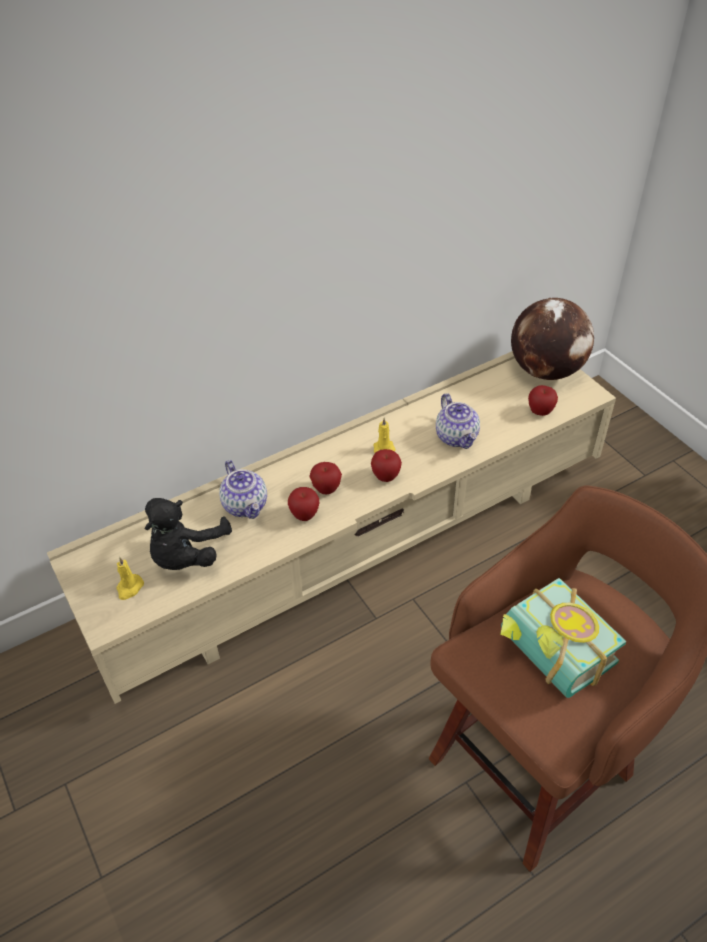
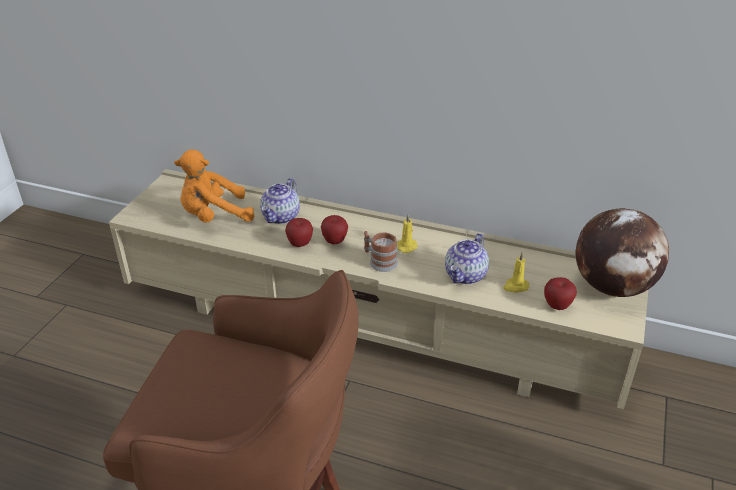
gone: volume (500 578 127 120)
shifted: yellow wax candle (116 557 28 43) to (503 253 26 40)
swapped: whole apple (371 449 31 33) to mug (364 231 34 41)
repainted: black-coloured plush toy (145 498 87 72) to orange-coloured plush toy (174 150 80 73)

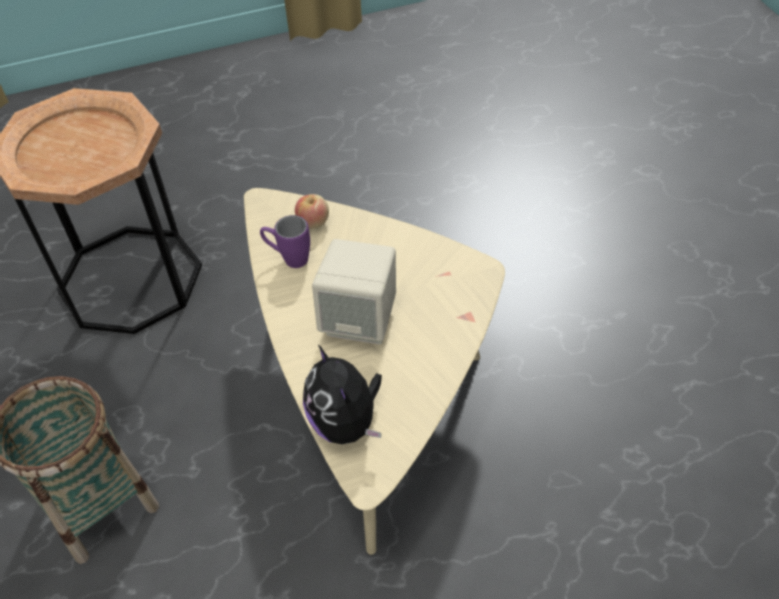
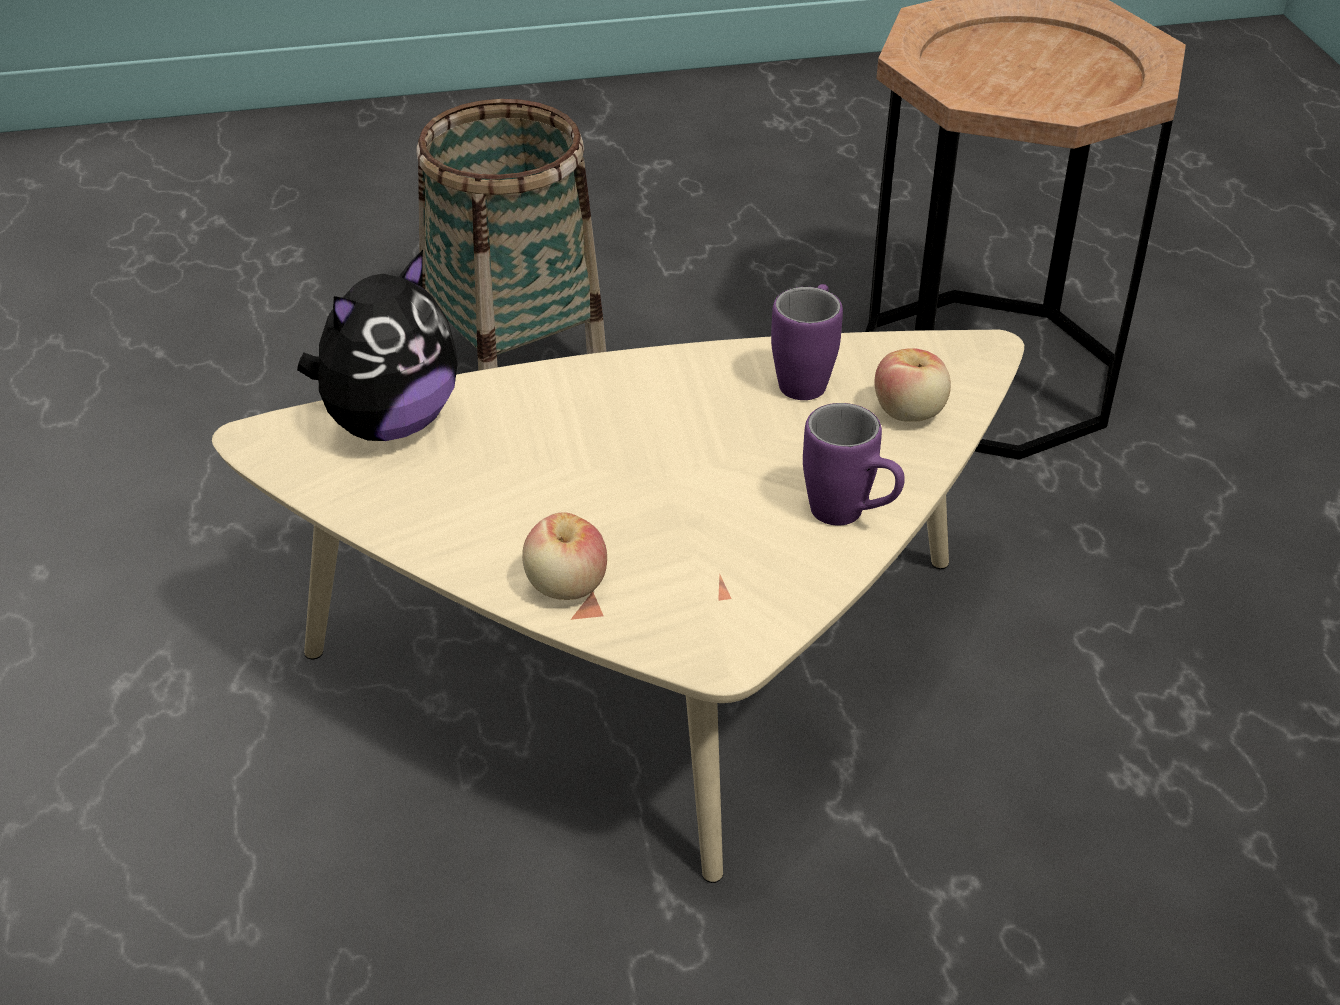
gone: beige audio speaker (312 239 84 105)
new: whole apple (522 512 85 88); purplish mug (803 403 102 123)
rotated: plush toy (303 345 79 99) = (297 250 161 191) 150 degrees clockwise

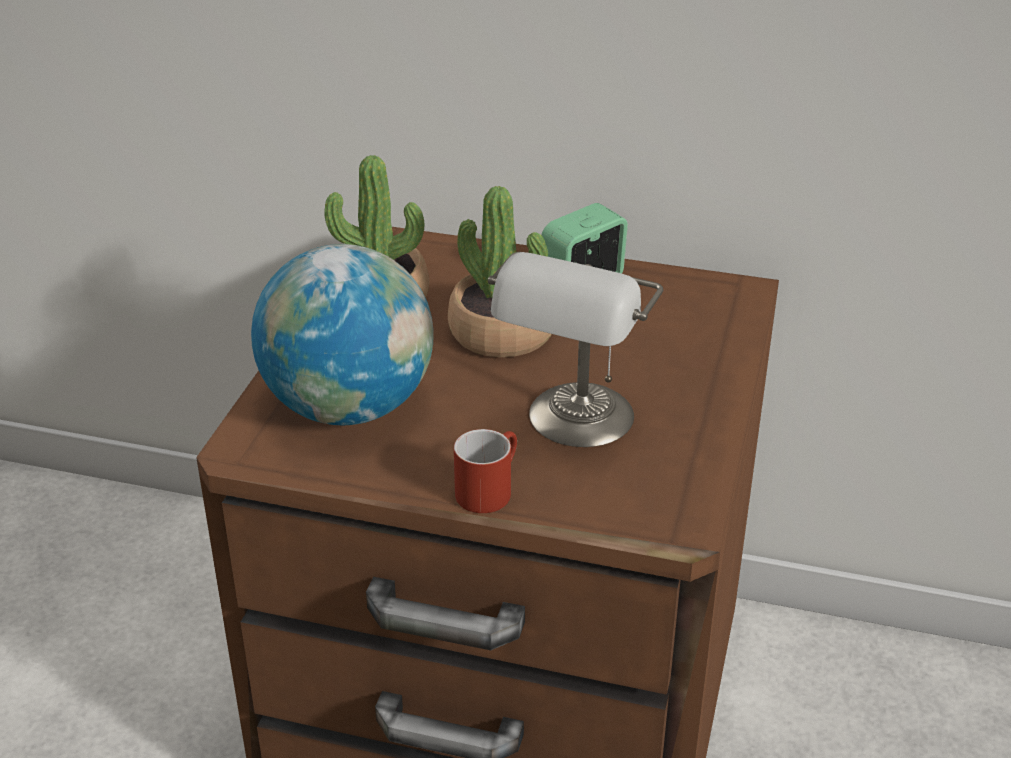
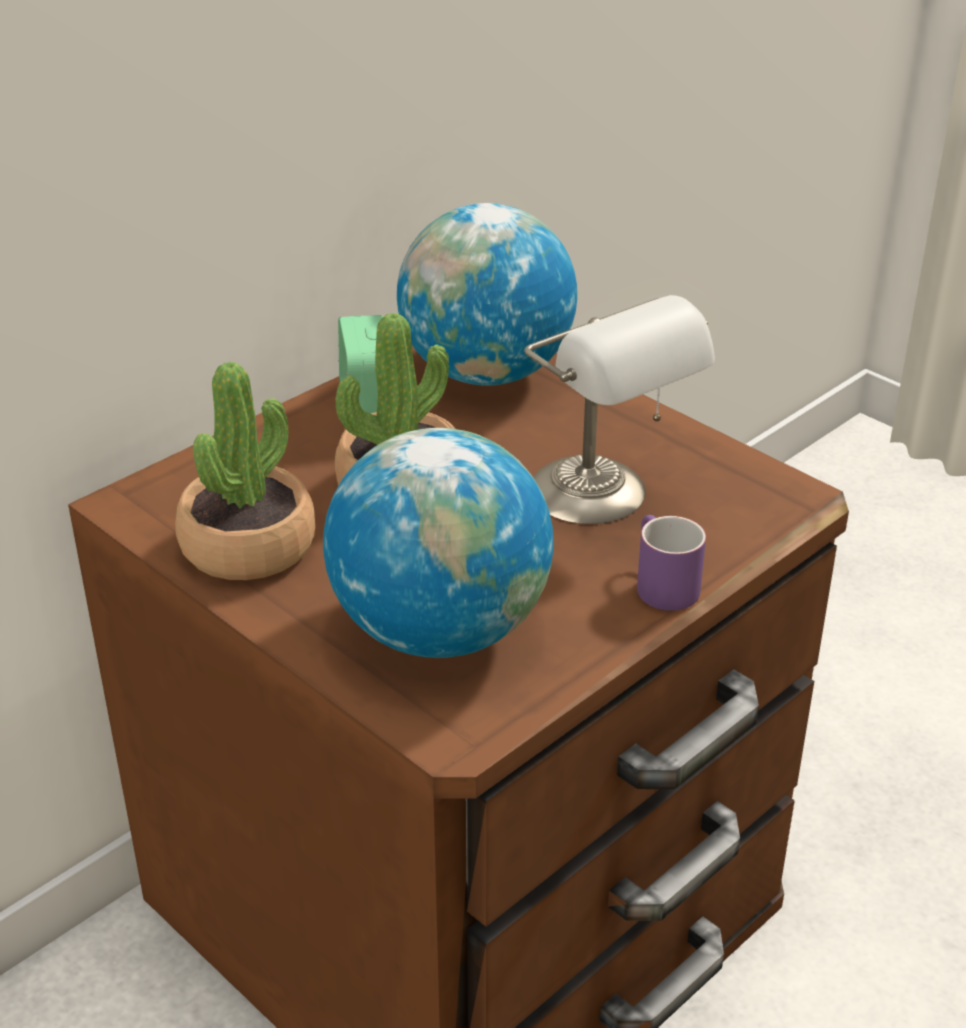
new: world globe (397 203 180 183)
repainted: reddish mug (454 429 63 84) to purplish mug (637 515 69 96)

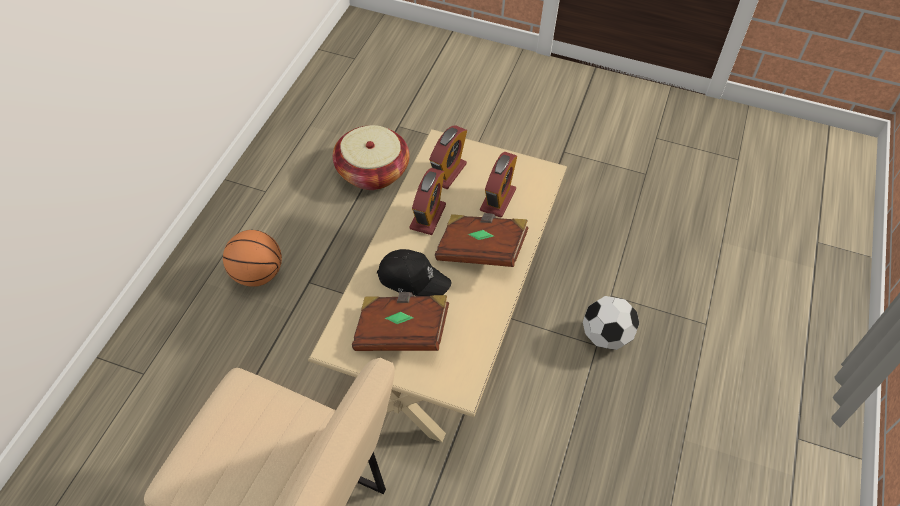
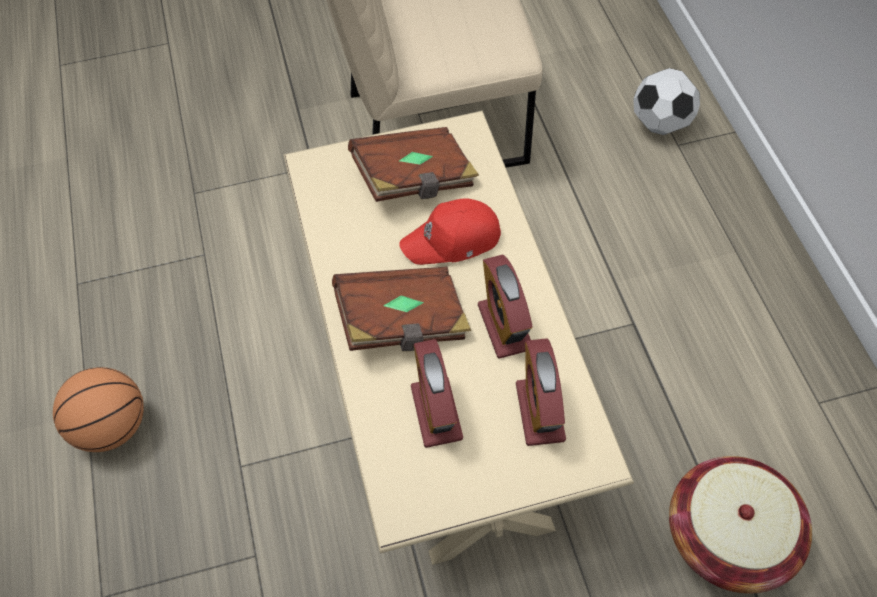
shifted: basketball (223 230 59 57) to (53 367 91 85); football (583 296 56 54) to (633 68 67 67)
repainted: black-coloured peaked cap (377 249 74 47) to reddish peaked cap (399 199 102 66)

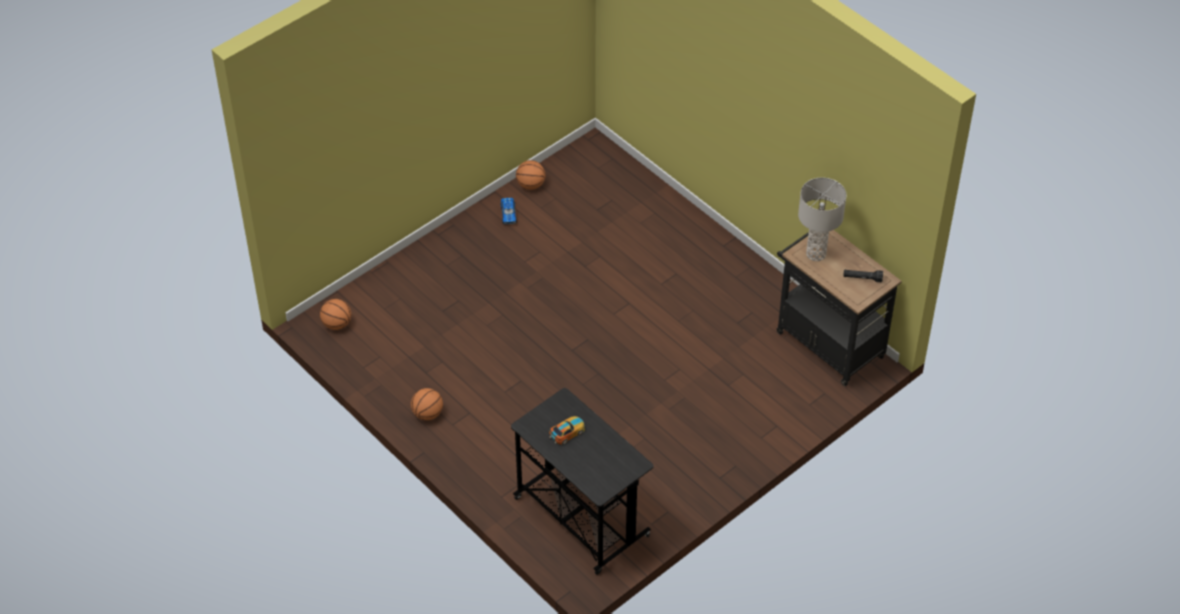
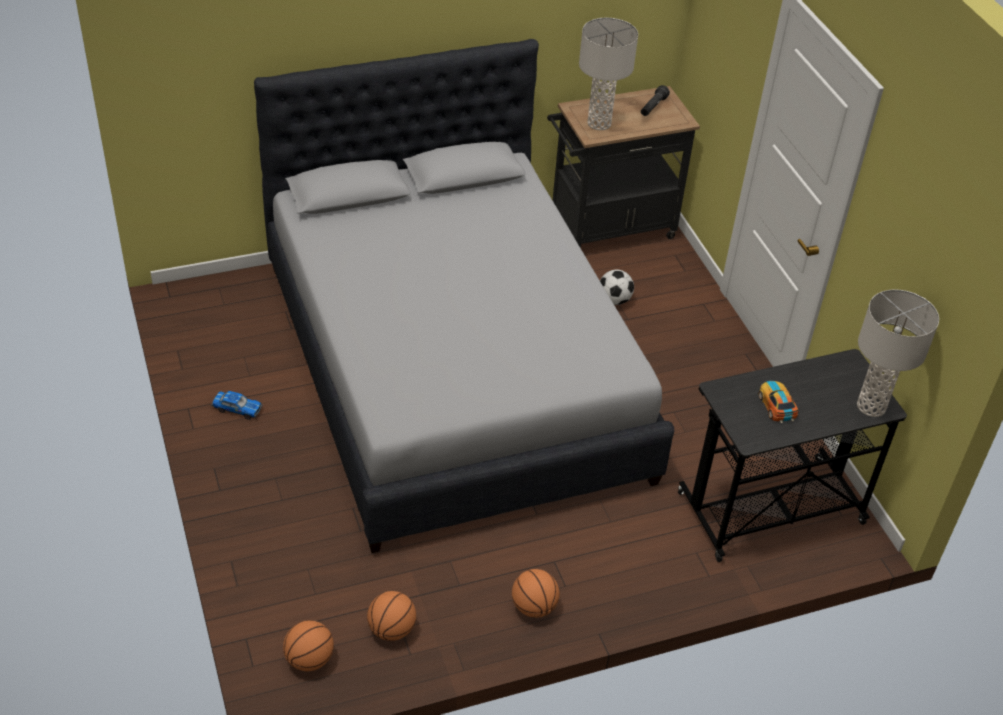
new: grey sleeping bed (254 39 420 514); football (600 270 34 35); white-coloured table lamp (857 290 82 127)
shifted: basketball (516 160 30 30) to (367 591 49 50)

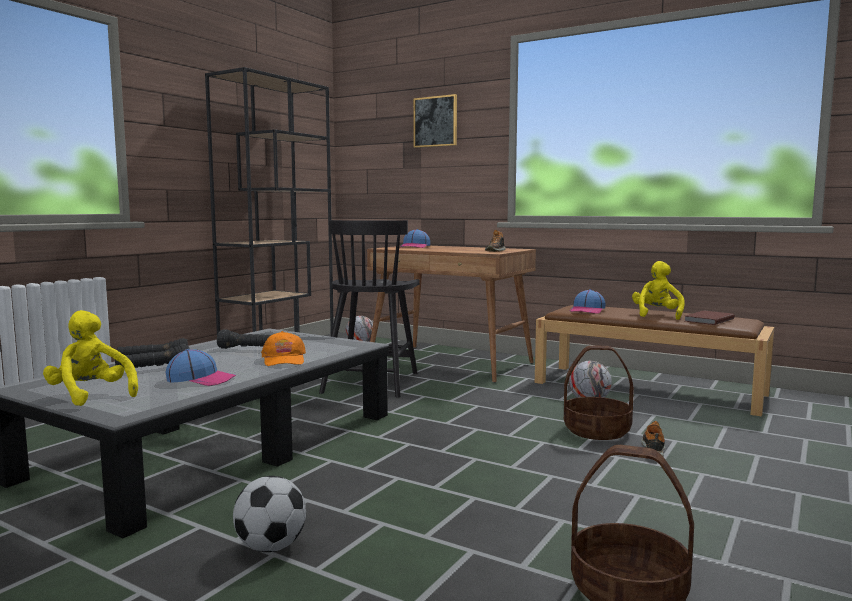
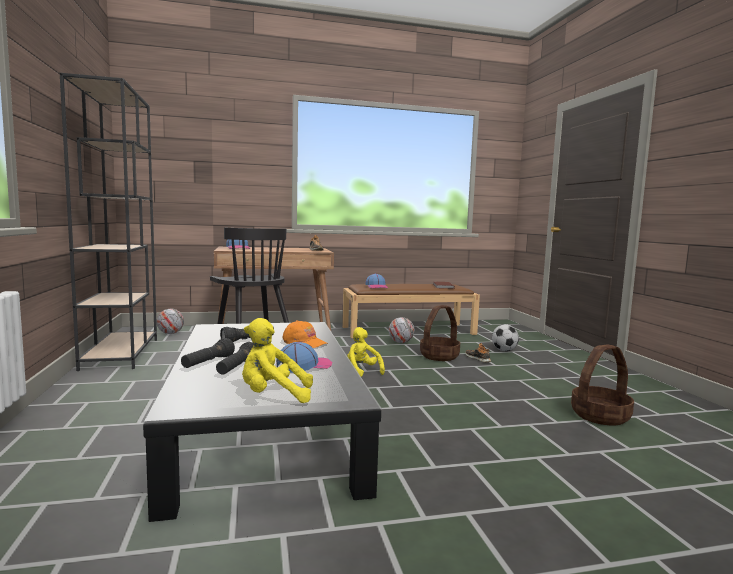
gone: wall picture (413 94 44 54)
shifted: yellow plush toy (632 261 53 59) to (347 327 38 50); football (233 476 73 76) to (492 324 27 27)

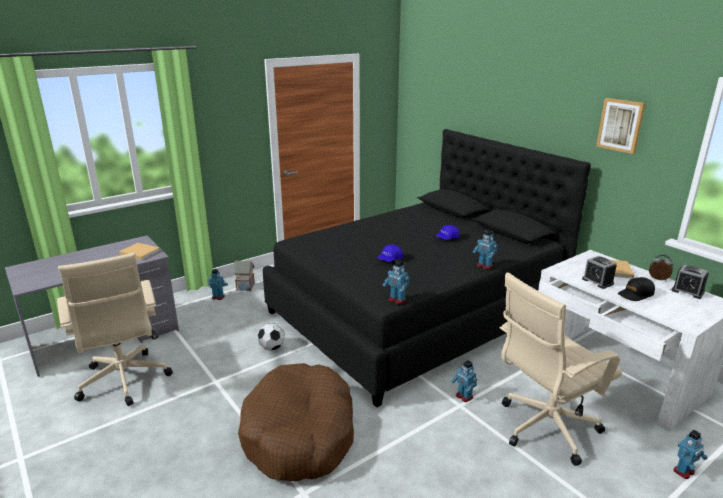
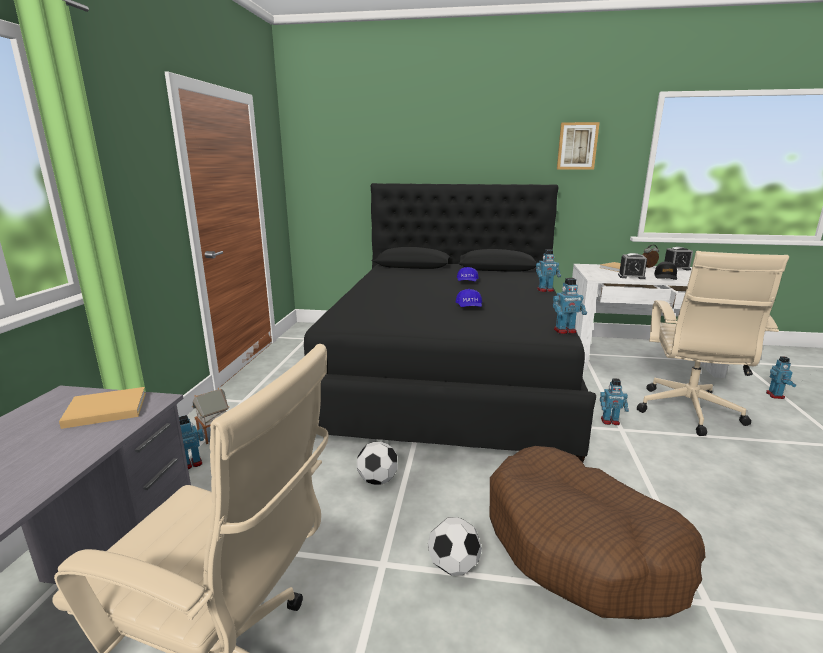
new: football (428 517 54 59)

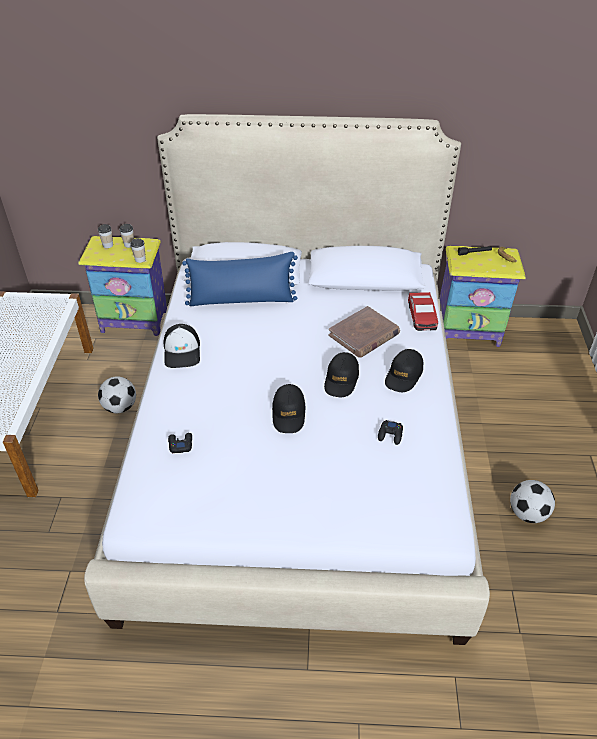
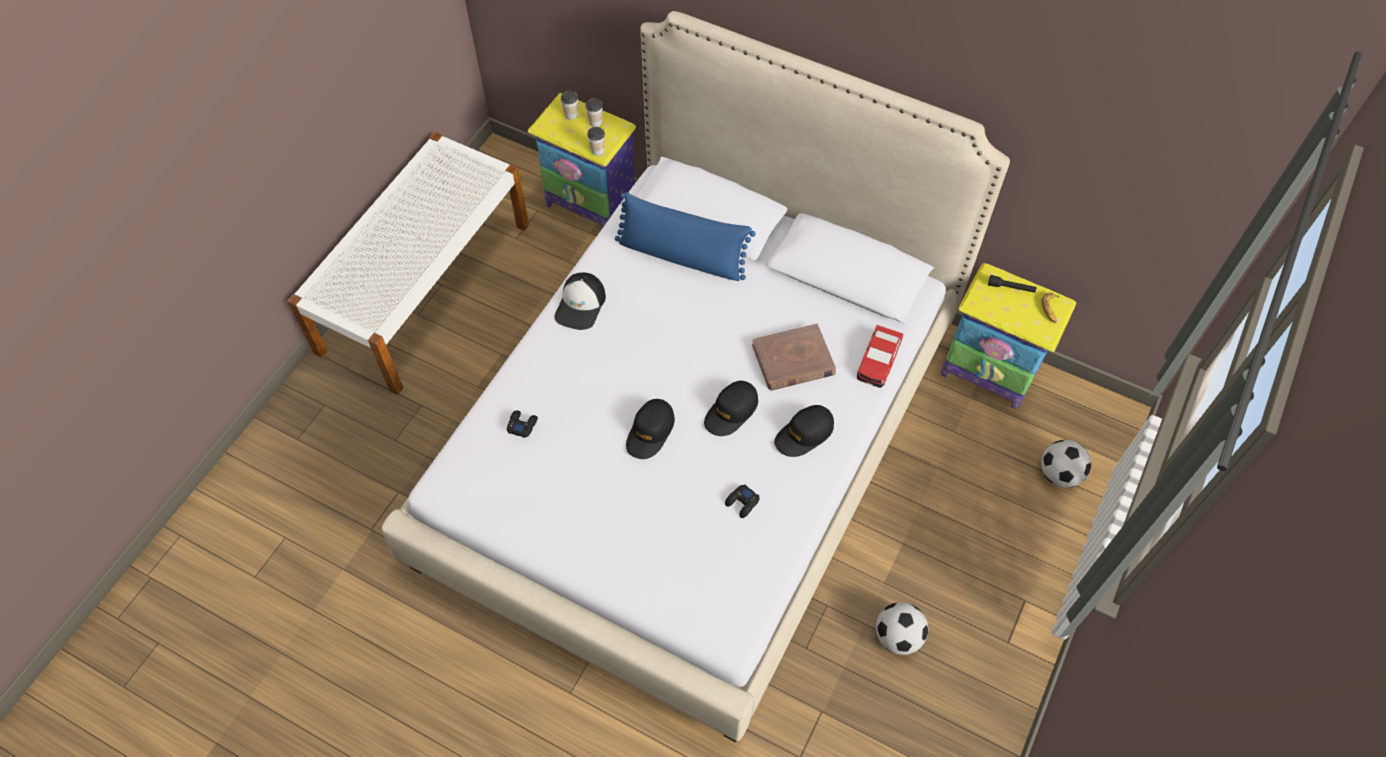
shifted: football (98 376 38 37) to (1041 440 50 48)

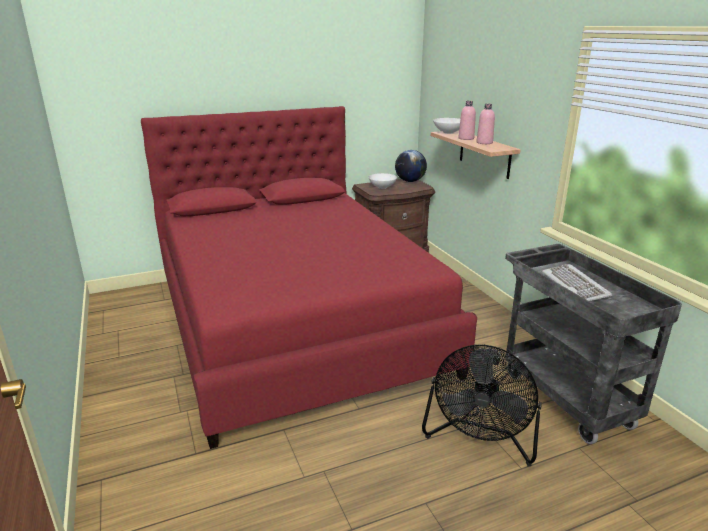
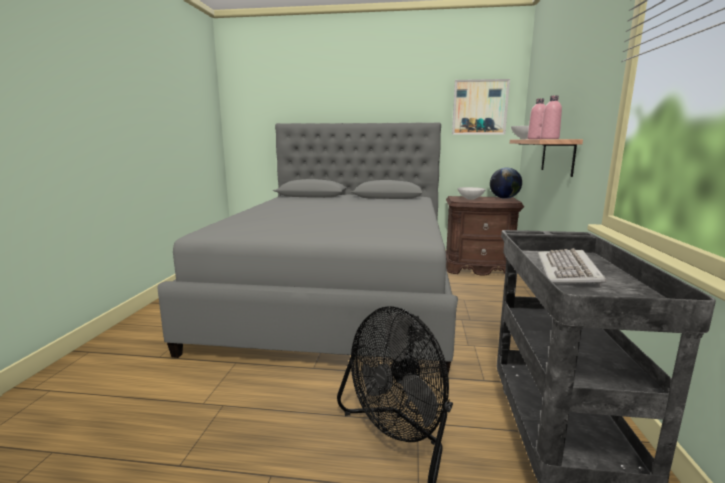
new: wall picture (452 79 58 56)
repainted: reddish sleeping bed (141 106 336 343) to grey sleeping bed (157 122 301 255)

